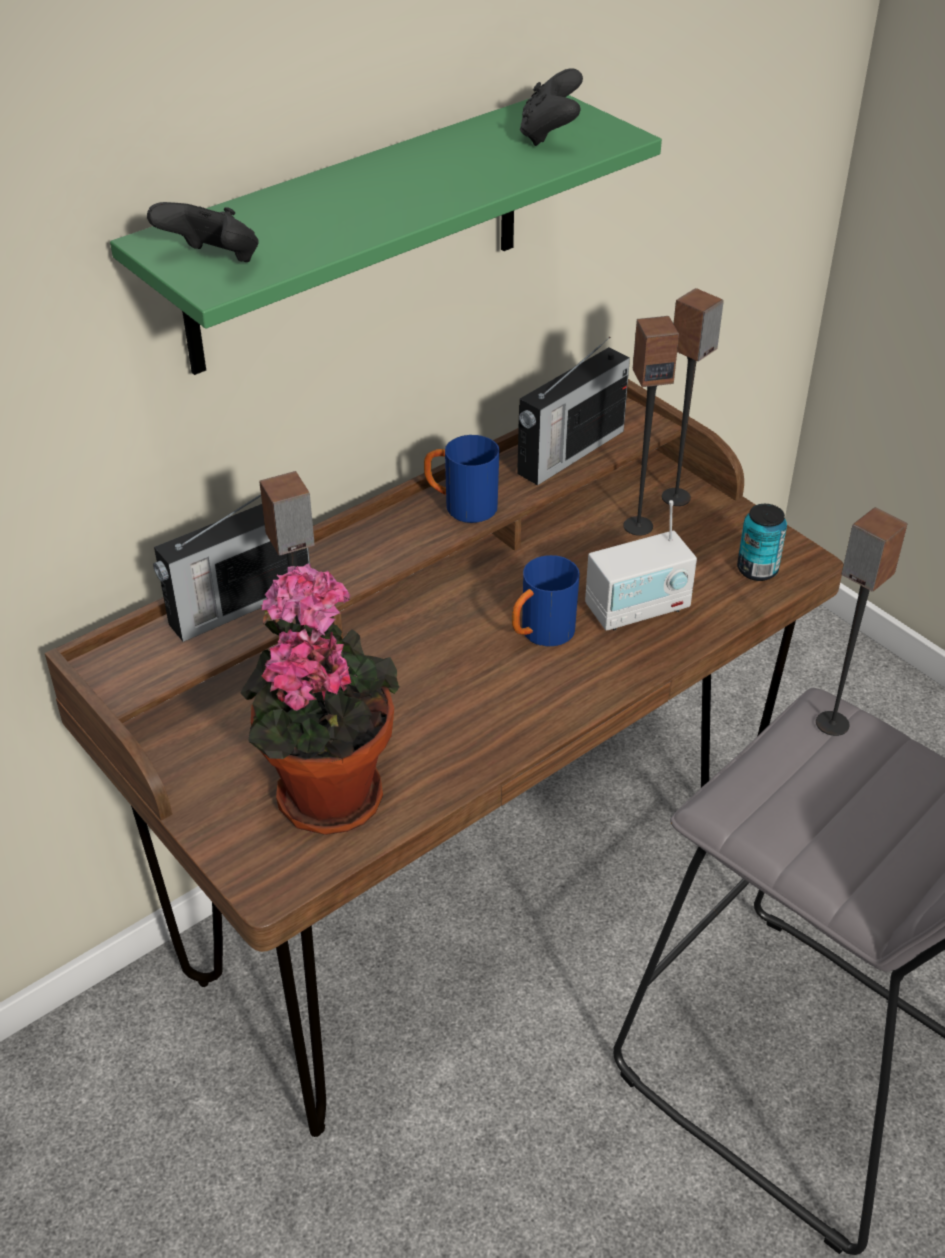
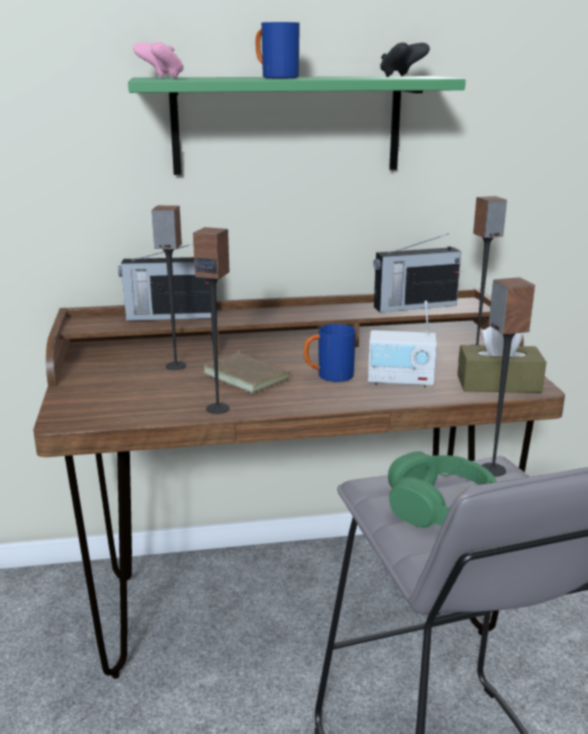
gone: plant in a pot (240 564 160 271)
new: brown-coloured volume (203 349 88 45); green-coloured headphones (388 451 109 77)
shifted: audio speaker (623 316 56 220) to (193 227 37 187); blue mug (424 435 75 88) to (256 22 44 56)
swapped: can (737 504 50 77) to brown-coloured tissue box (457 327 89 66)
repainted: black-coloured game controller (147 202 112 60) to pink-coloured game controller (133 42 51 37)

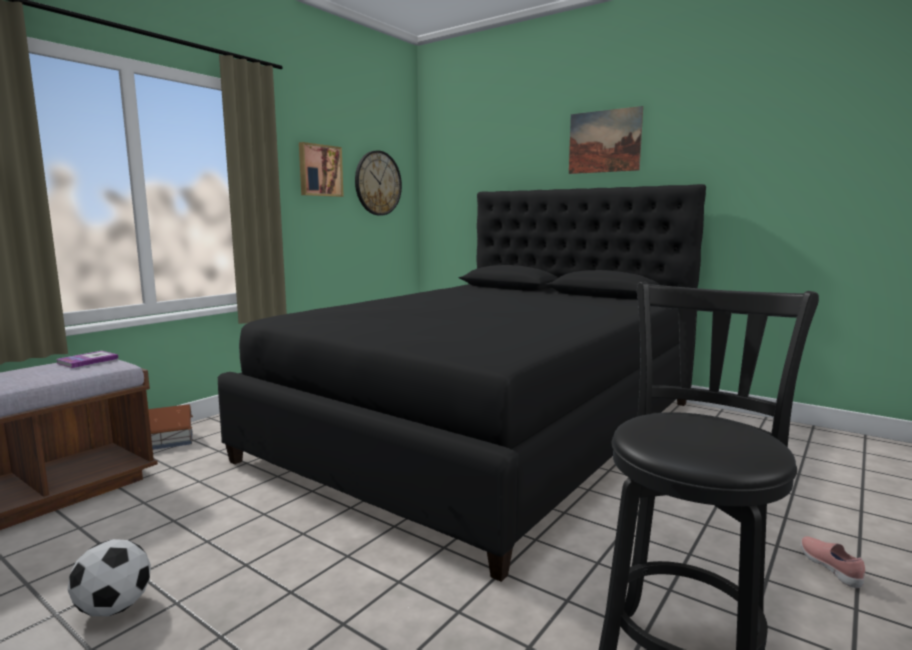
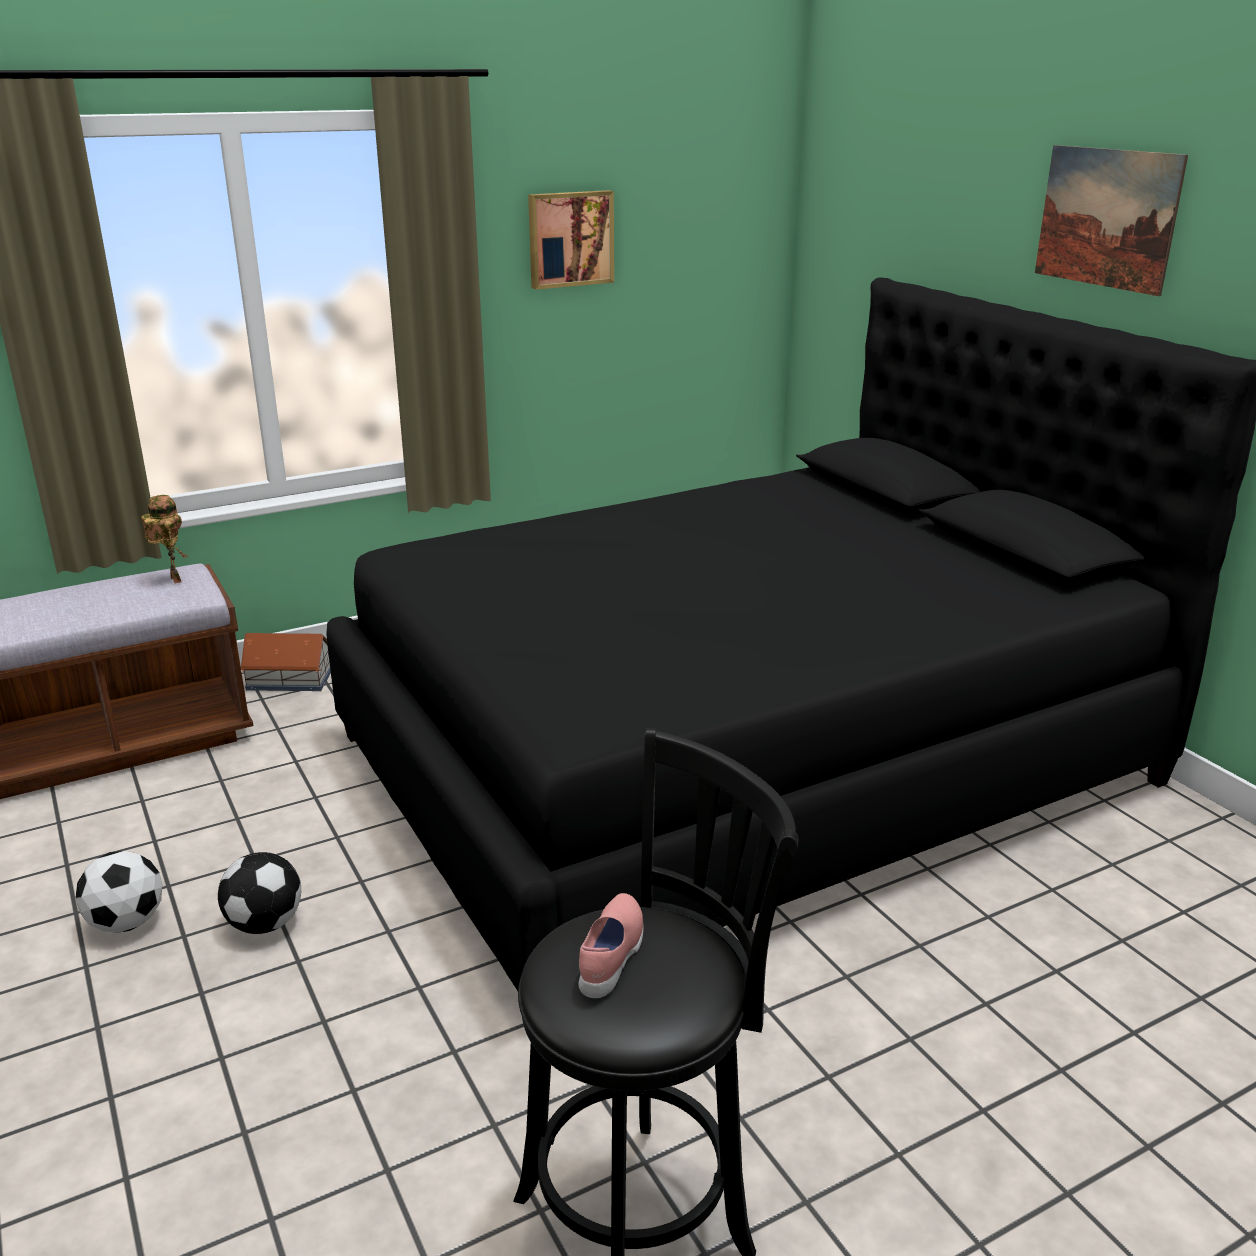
gone: wall clock (355 150 47 66)
new: football (218 852 83 82)
shifted: pink-coloured low shoe (801 536 64 52) to (578 893 66 105)
swapped: volume (56 351 62 17) to robot figure (141 495 47 89)

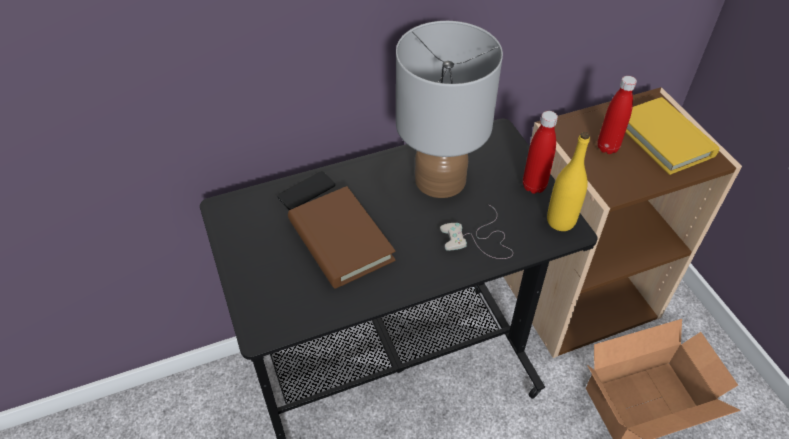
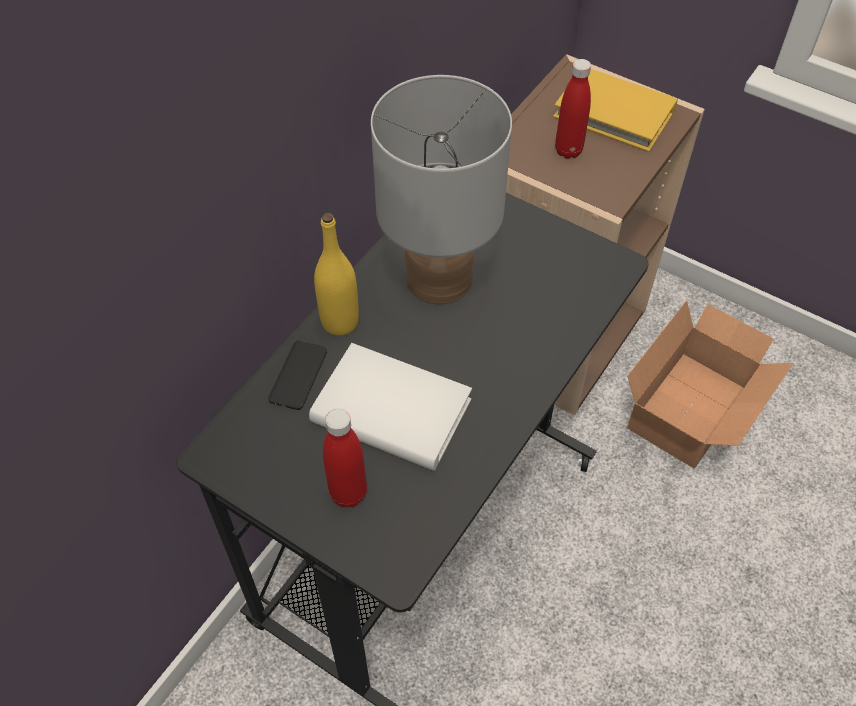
gone: white-coloured game controller (440 204 73 55)
shifted: yellow drink bottle (547 132 43 99) to (314 213 45 123); reddish drink bottle (523 111 35 83) to (323 408 44 99)
repainted: brown-coloured volume (288 186 108 103) to white-coloured volume (309 343 163 128)

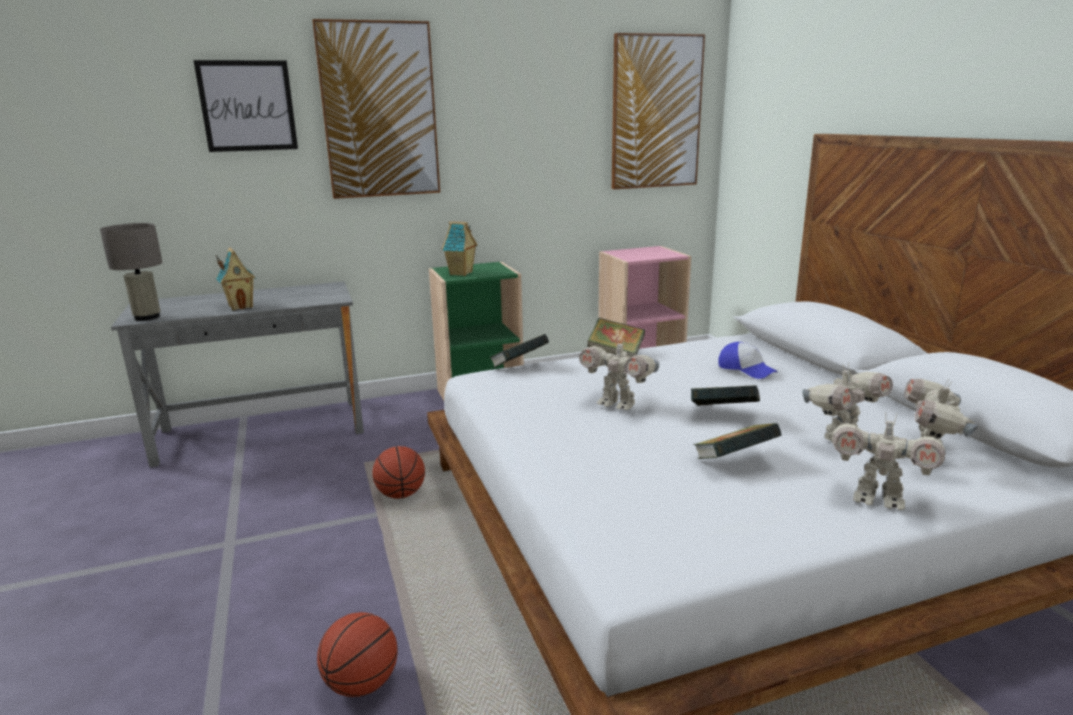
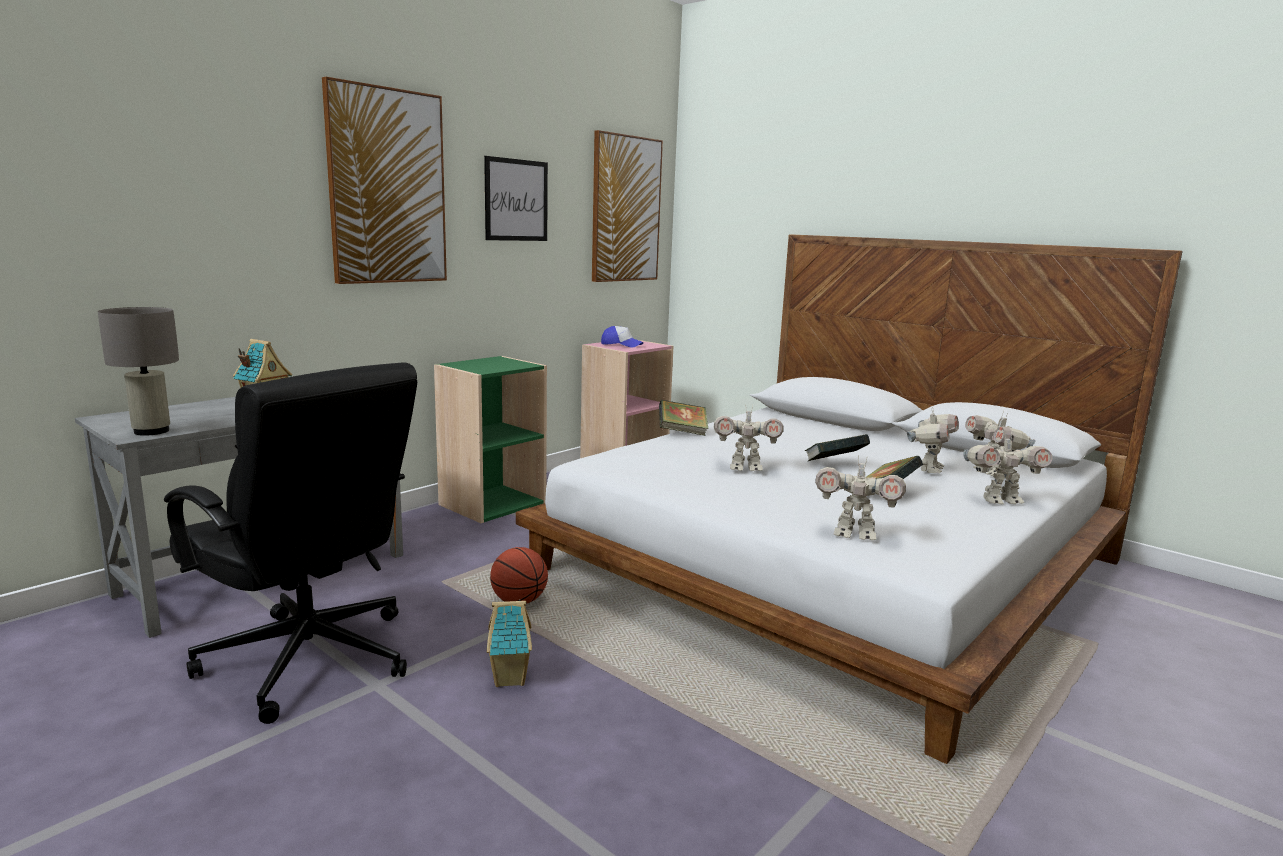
gone: basketball (317 612 81 85); volume (489 334 60 34)
new: black-coloured desk chair (164 362 253 362); robot figure (815 455 91 85)
shifted: wall picture (194 60 104 92) to (484 156 64 85); model house (442 221 35 55) to (487 599 45 88); peaked cap (718 342 60 37) to (601 326 42 21)

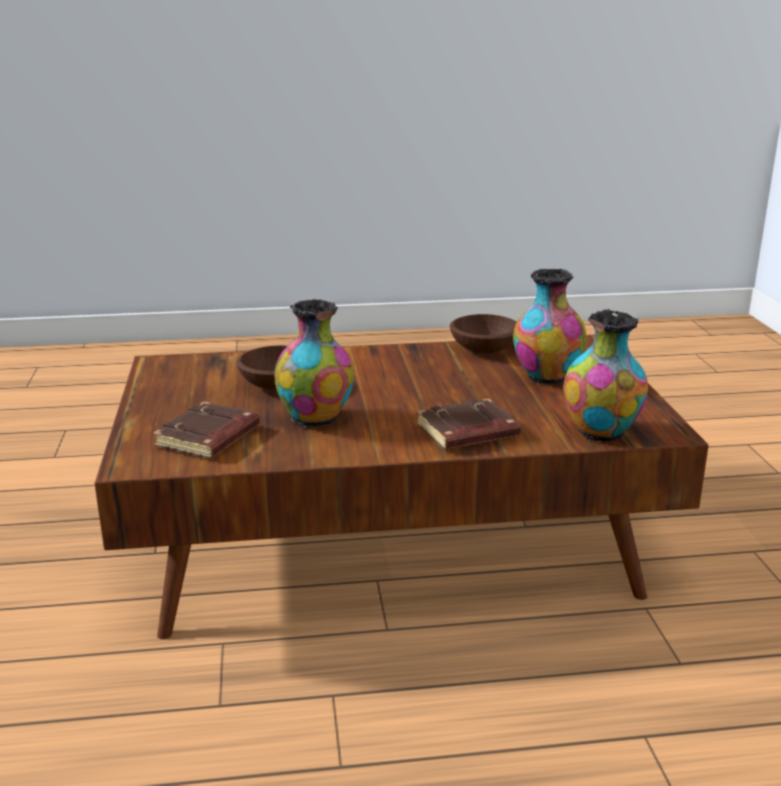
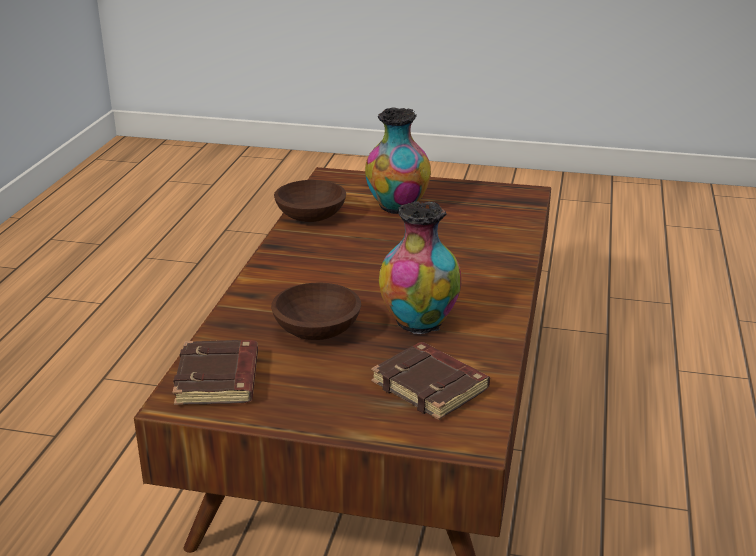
gone: flower vase (564 309 84 132)
shifted: brown-coloured volume (417 399 104 51) to (172 340 86 65)

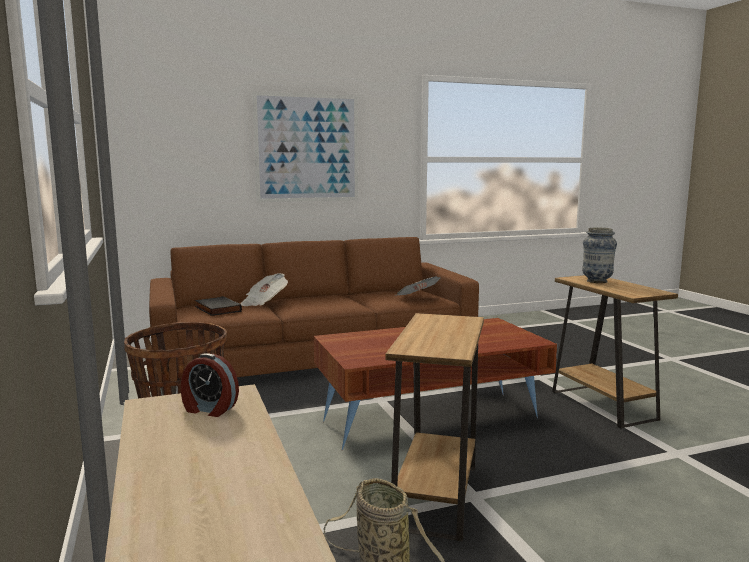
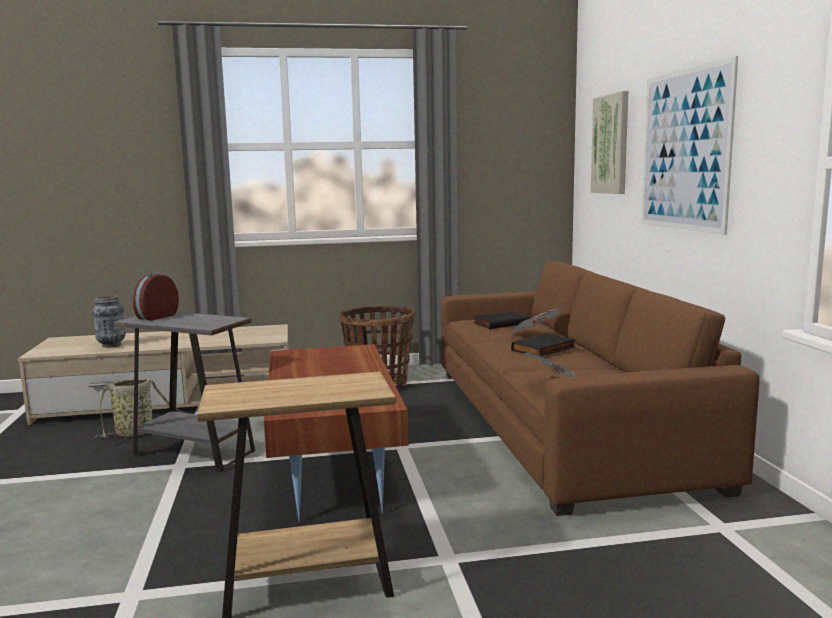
new: black-coloured volume (511 333 64 23); wall picture (591 91 37 103)
shifted: flower vase (582 227 35 56) to (92 295 34 53); alarm clock (181 353 58 64) to (133 272 46 49)
repainted: brown-coloured end table (386 313 98 229) to grey end table (114 312 141 160)

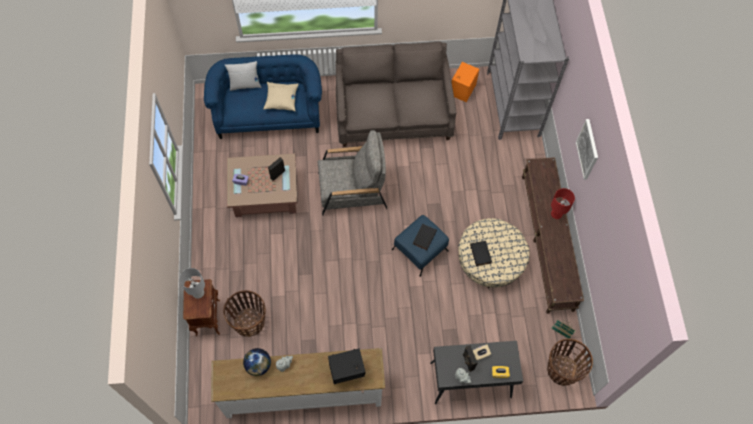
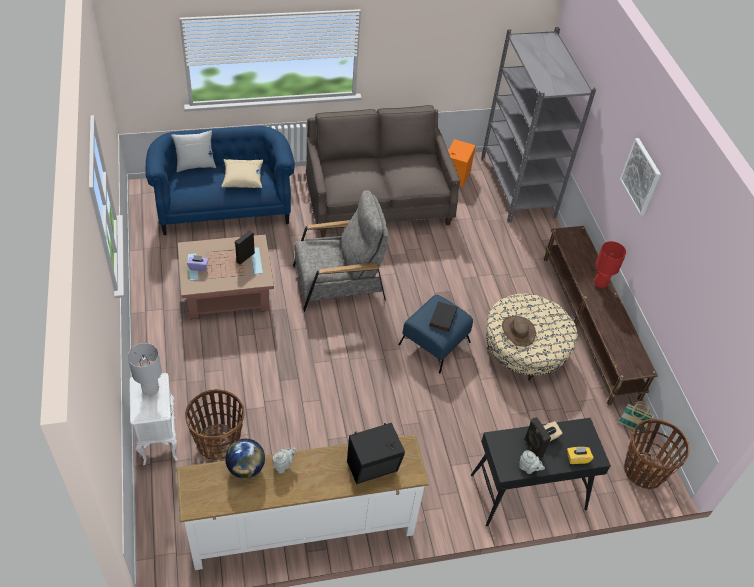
swapped: black-coloured volume (470 241 22 25) to brown-coloured wearable hat (502 316 34 31)
repainted: brown-coloured bedside table (183 279 37 57) to white-coloured bedside table (129 373 49 92)

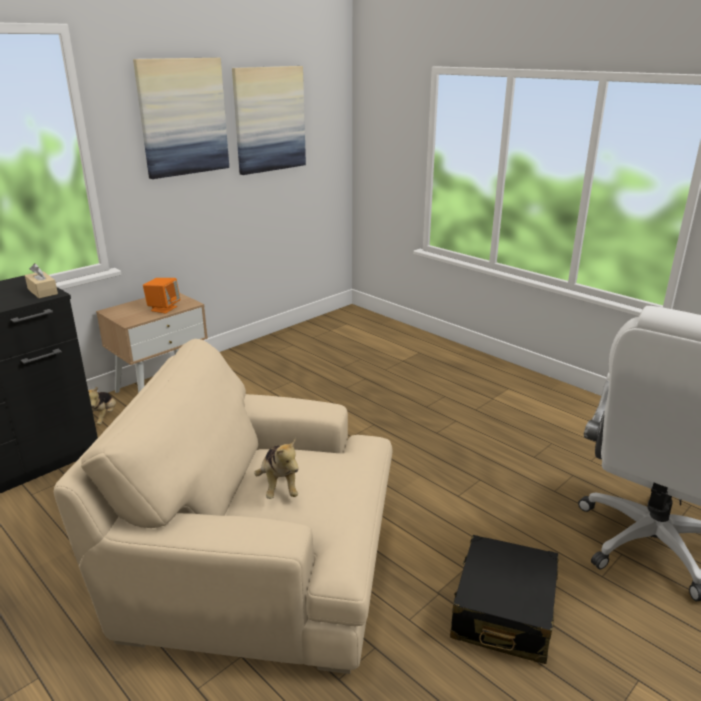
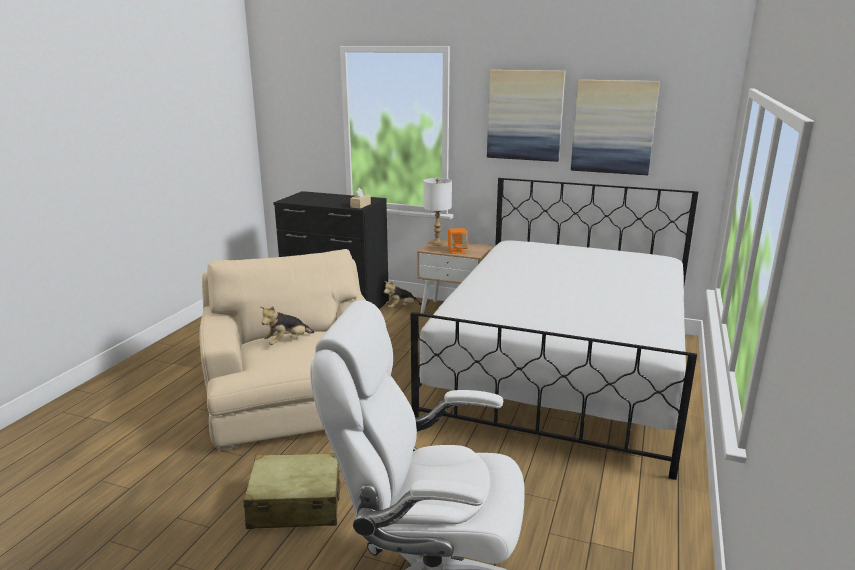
new: white-coloured sleeping bed (411 178 287 302); white-coloured table lamp (423 178 29 68)
repainted: black-coloured suitcase (450 535 108 129) to beige suitcase (244 453 96 76)

